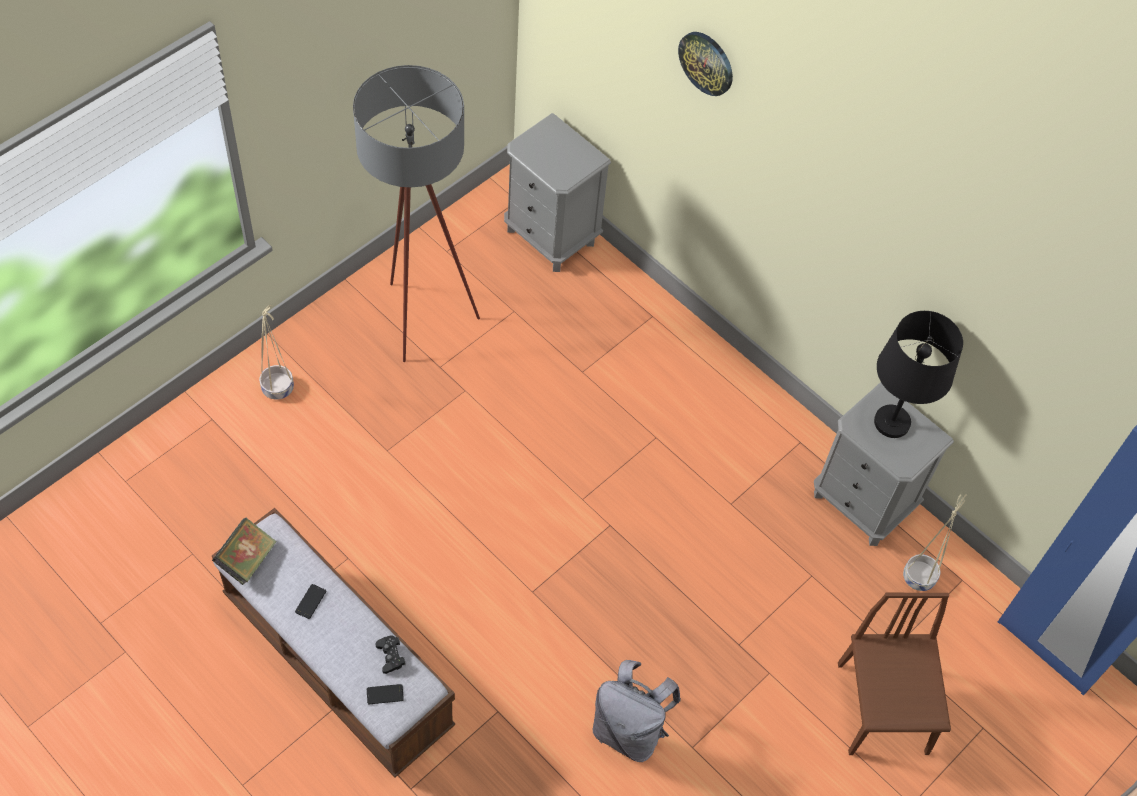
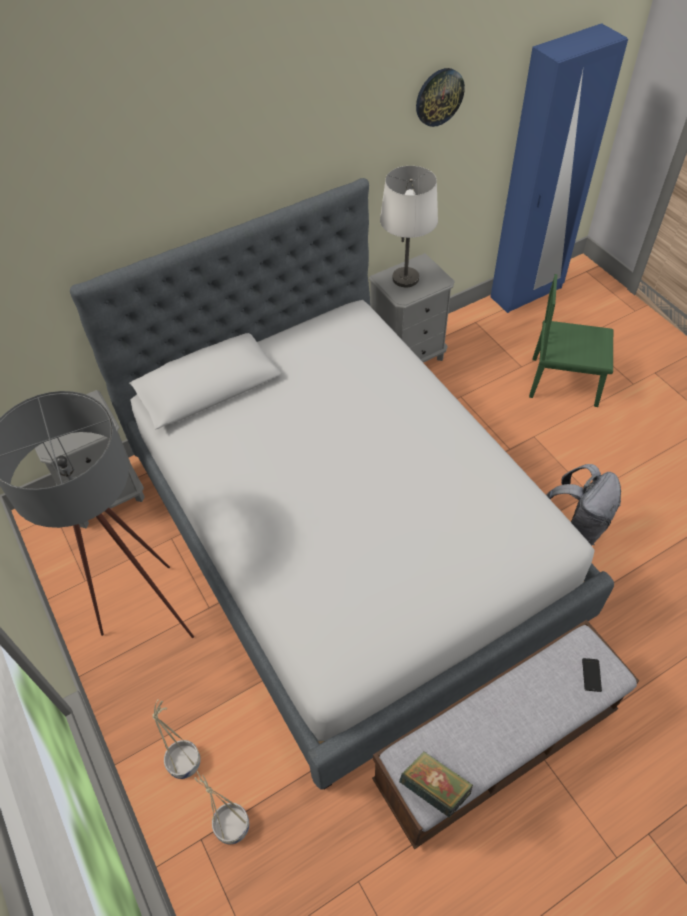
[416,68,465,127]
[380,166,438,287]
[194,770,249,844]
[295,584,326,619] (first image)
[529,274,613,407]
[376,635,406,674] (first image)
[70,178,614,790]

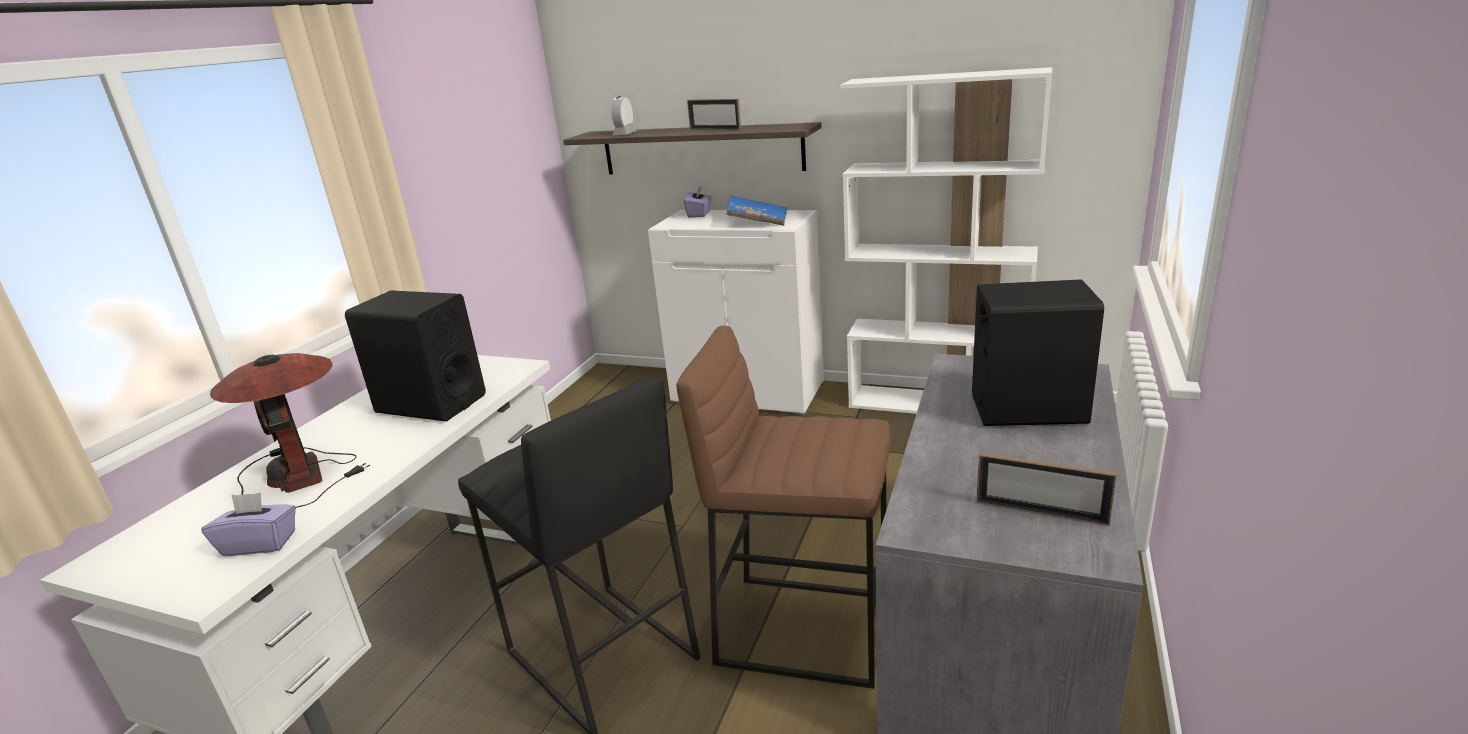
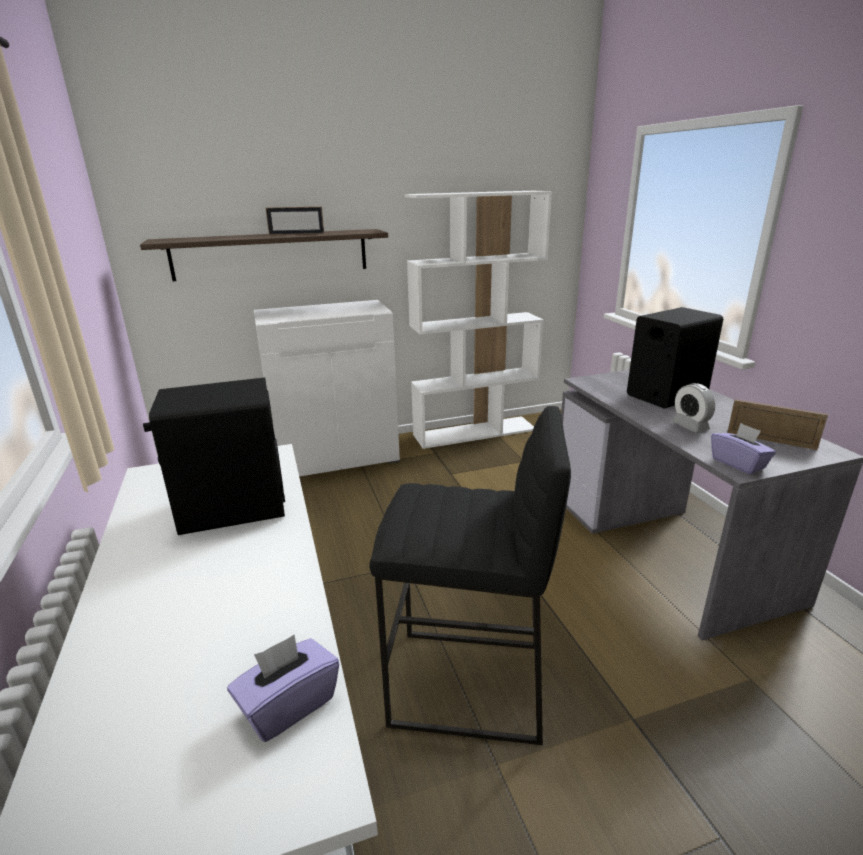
[672,383,715,433]
[711,423,776,474]
[726,195,787,226] (first image)
[676,326,891,689] (first image)
[210,353,370,508] (first image)
[727,399,828,450]

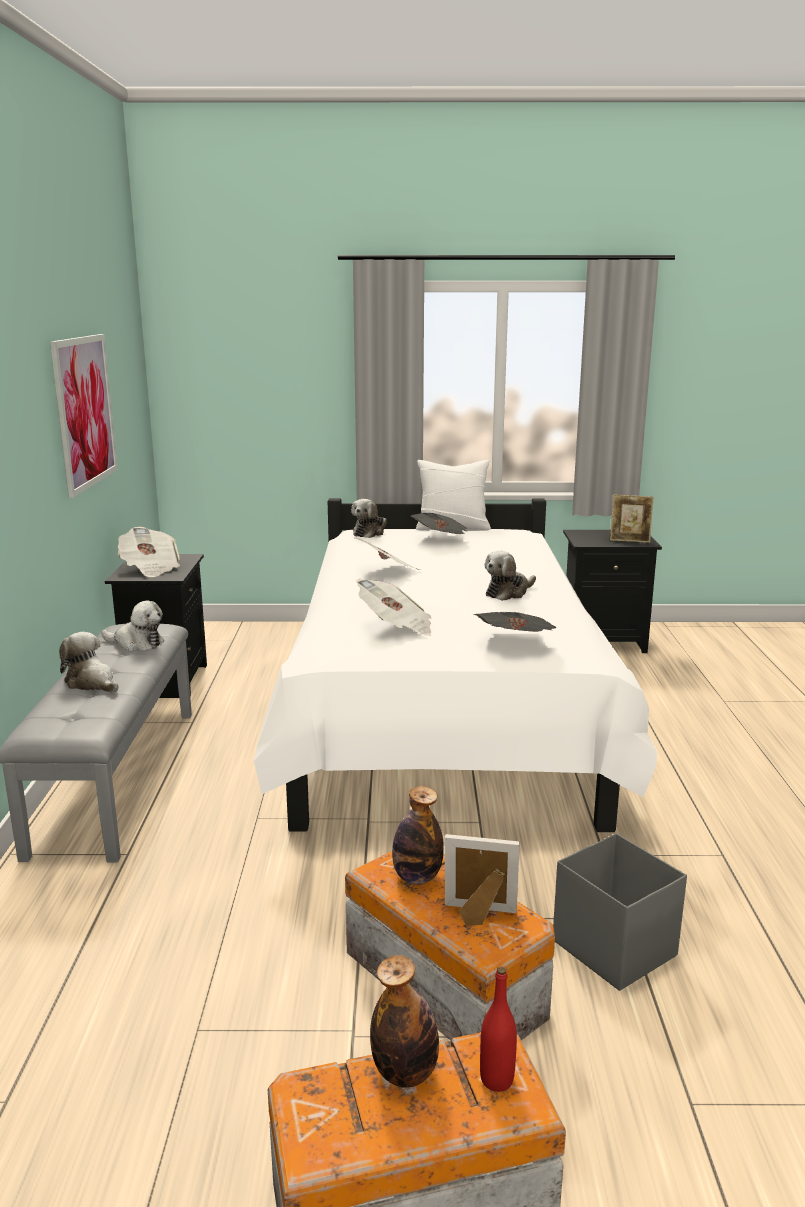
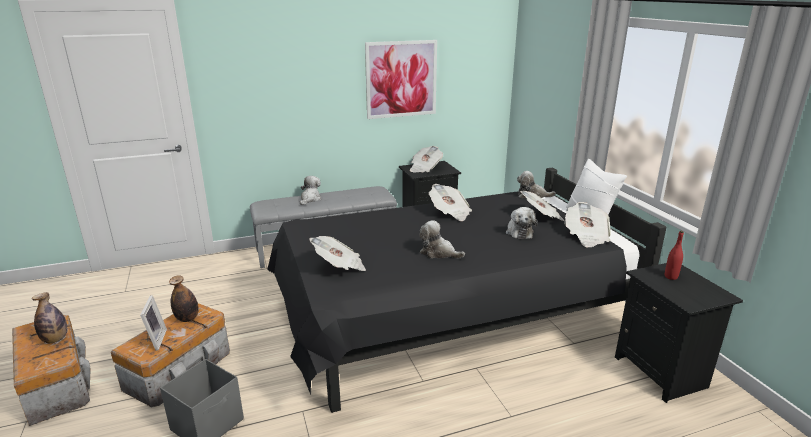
[610,494,654,543] (first image)
[267,168,666,413]
[564,202,611,247]
[506,207,537,239]
[665,231,684,280]

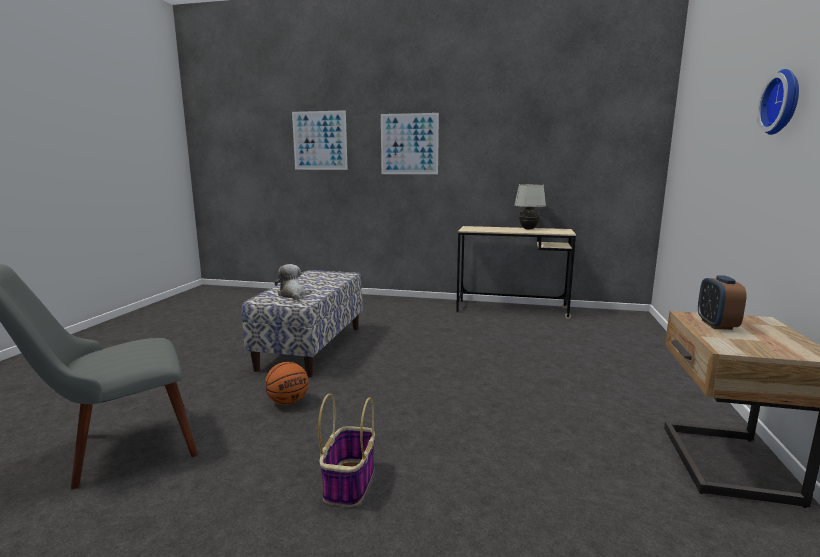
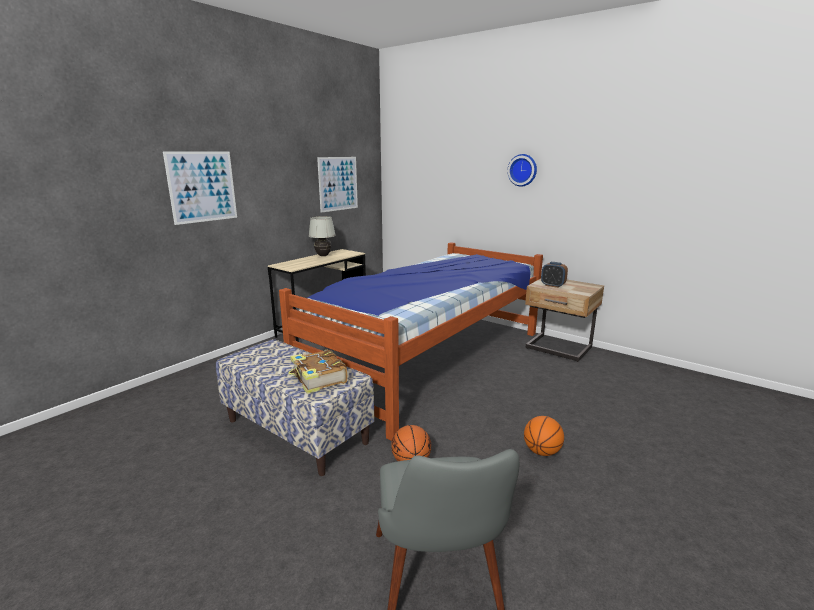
[317,157,358,213]
[288,350,348,394]
[524,416,564,456]
[279,242,543,441]

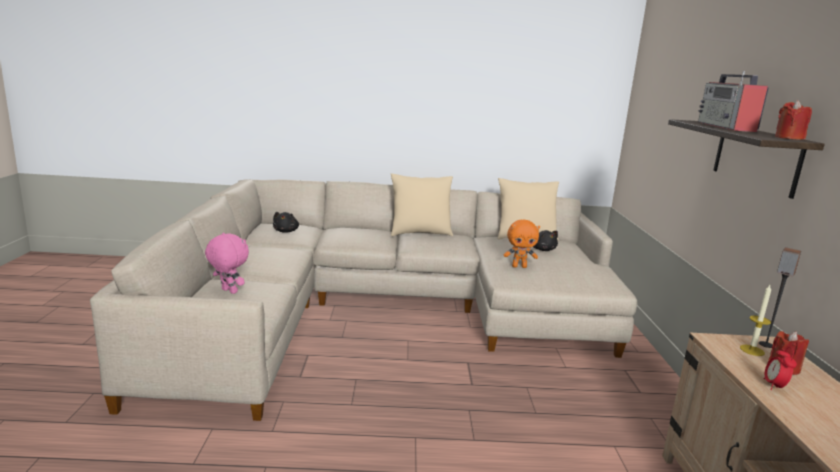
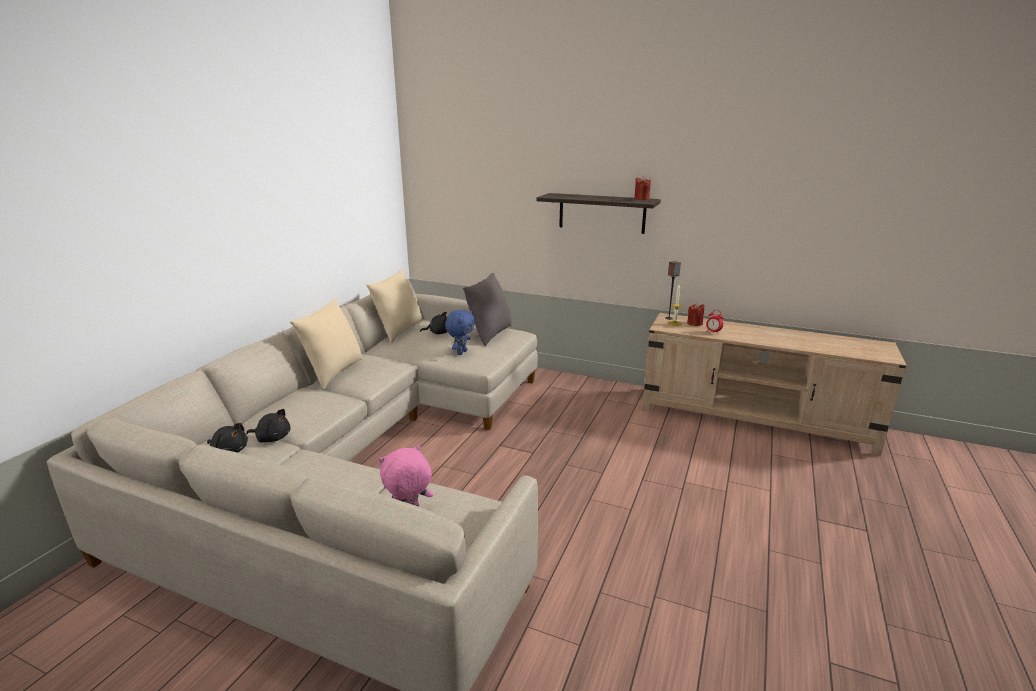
[698,71,768,132] (first image)
[445,310,475,355]
[463,273,512,347]
[246,409,290,443]

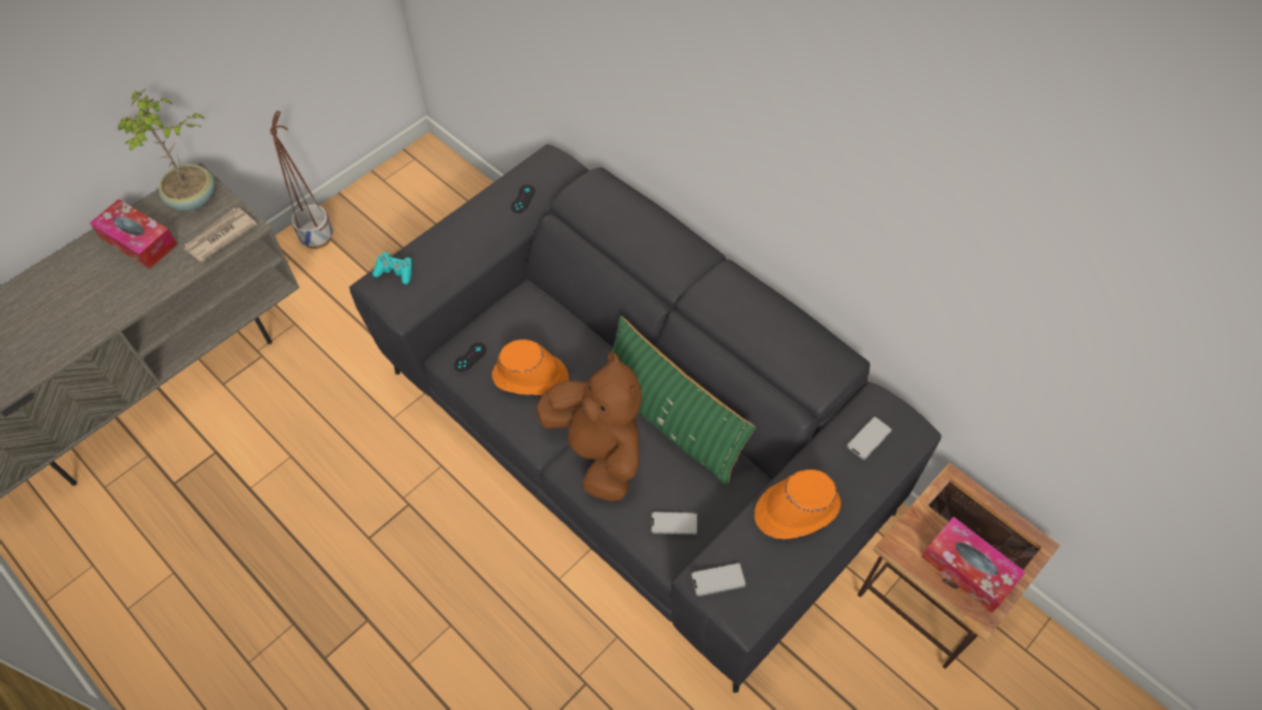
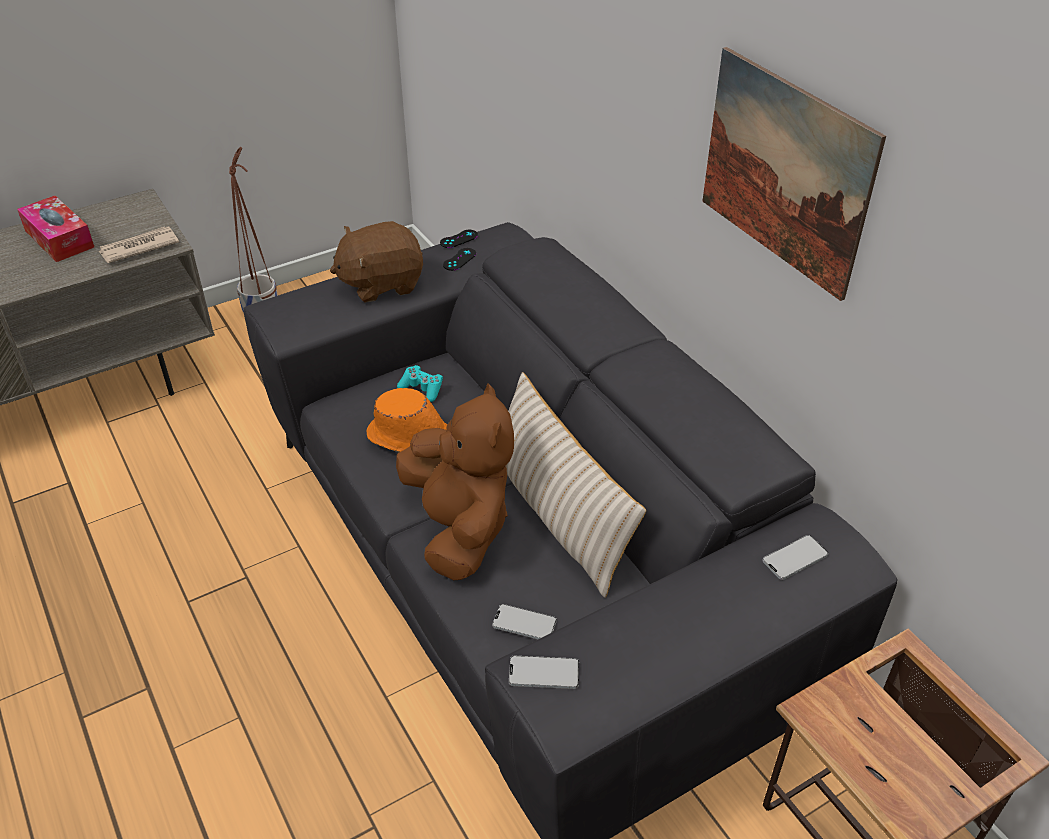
[118,89,215,211] (first image)
[397,365,443,402]
[506,372,646,598]
[440,230,478,248]
[754,469,841,539] (first image)
[921,517,1026,613] (first image)
[702,47,886,301]
[330,221,423,303]

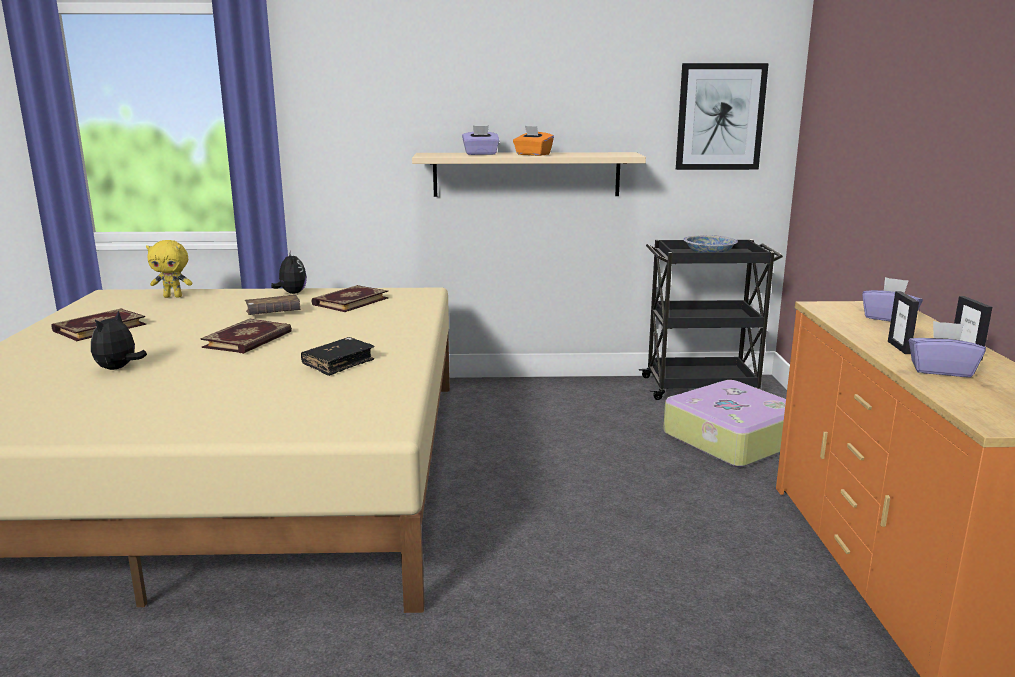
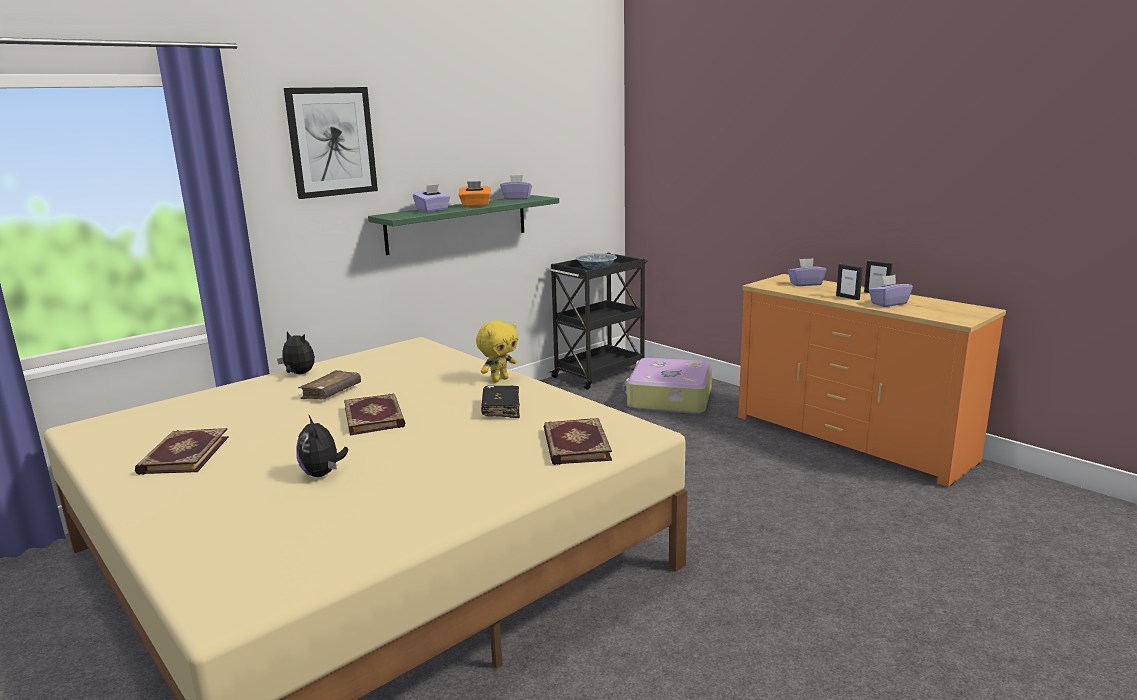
[284,87,378,199]
[368,195,559,255]
[476,320,518,383]
[544,418,612,465]
[500,175,532,200]

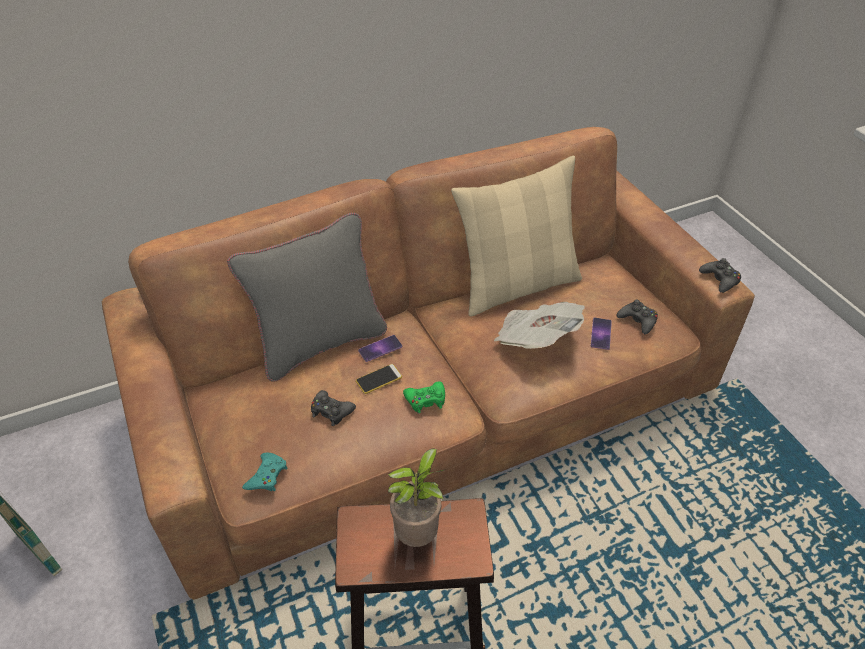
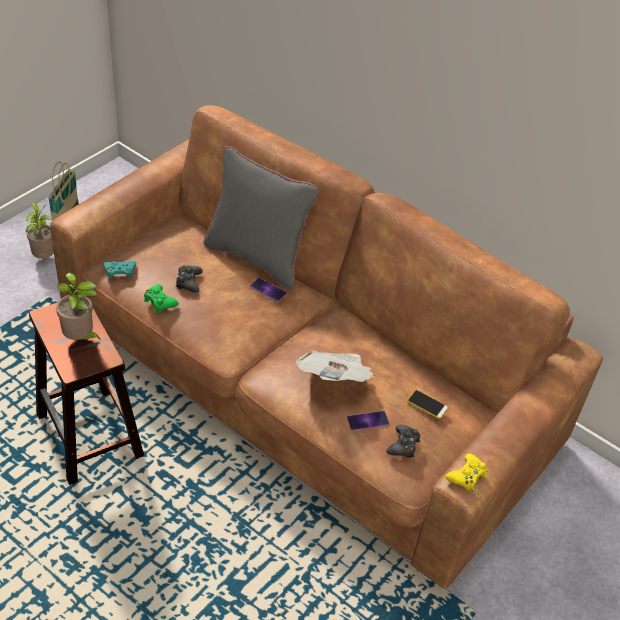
[451,156,582,316] (first image)
[446,454,487,491]
[407,390,448,419]
[144,284,179,312]
[25,202,54,259]

